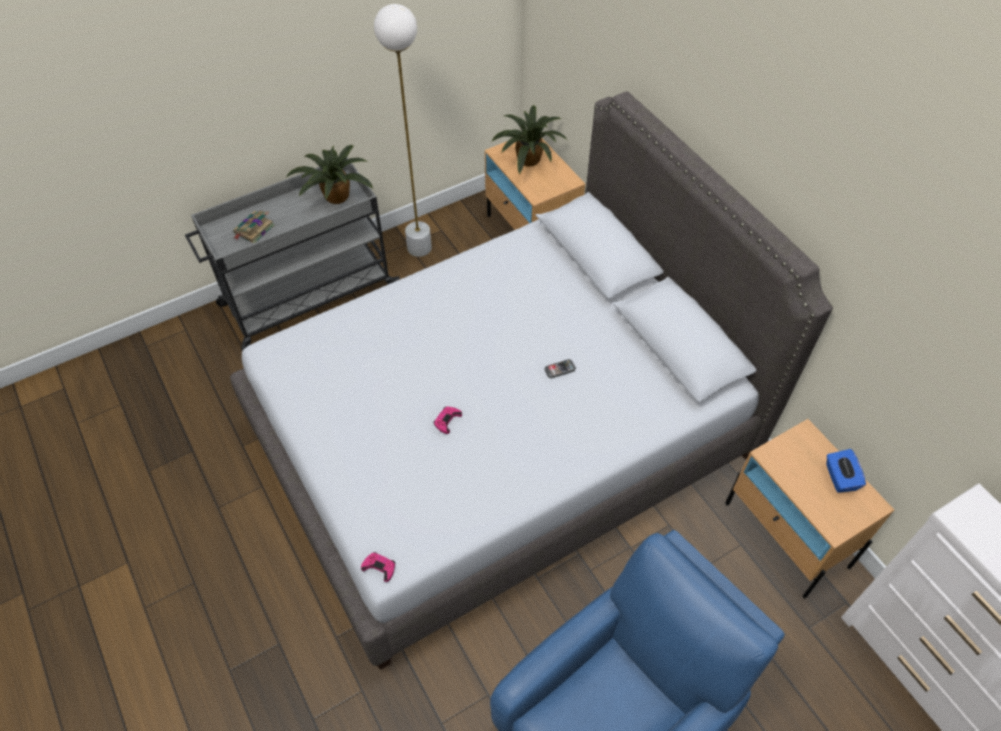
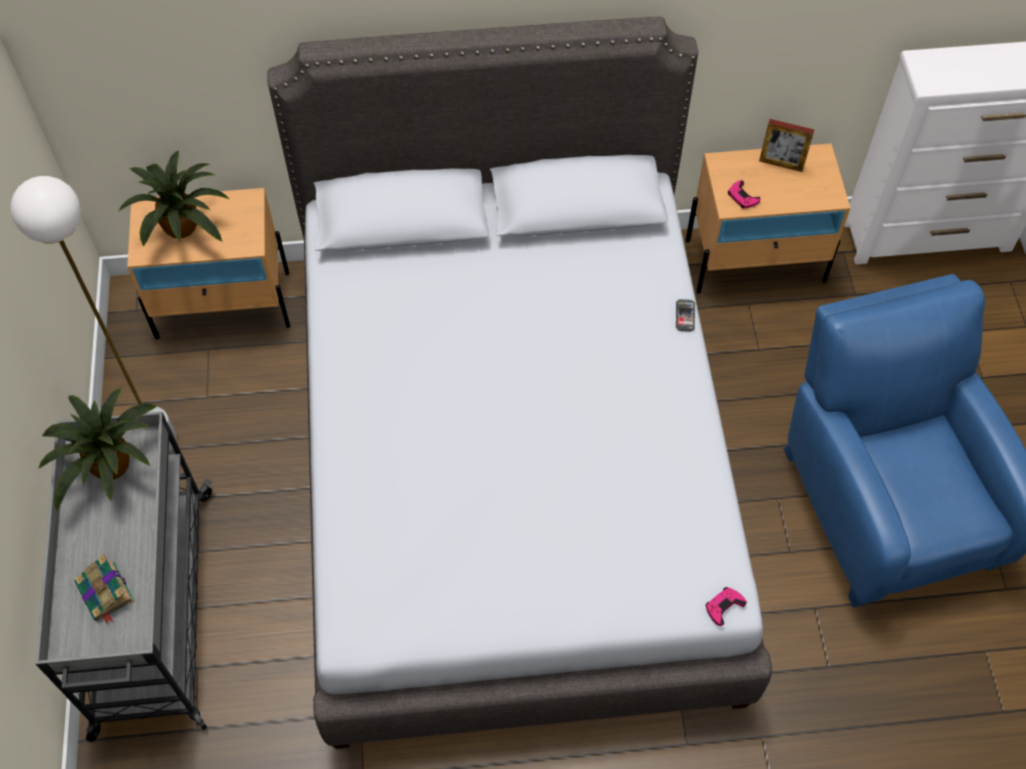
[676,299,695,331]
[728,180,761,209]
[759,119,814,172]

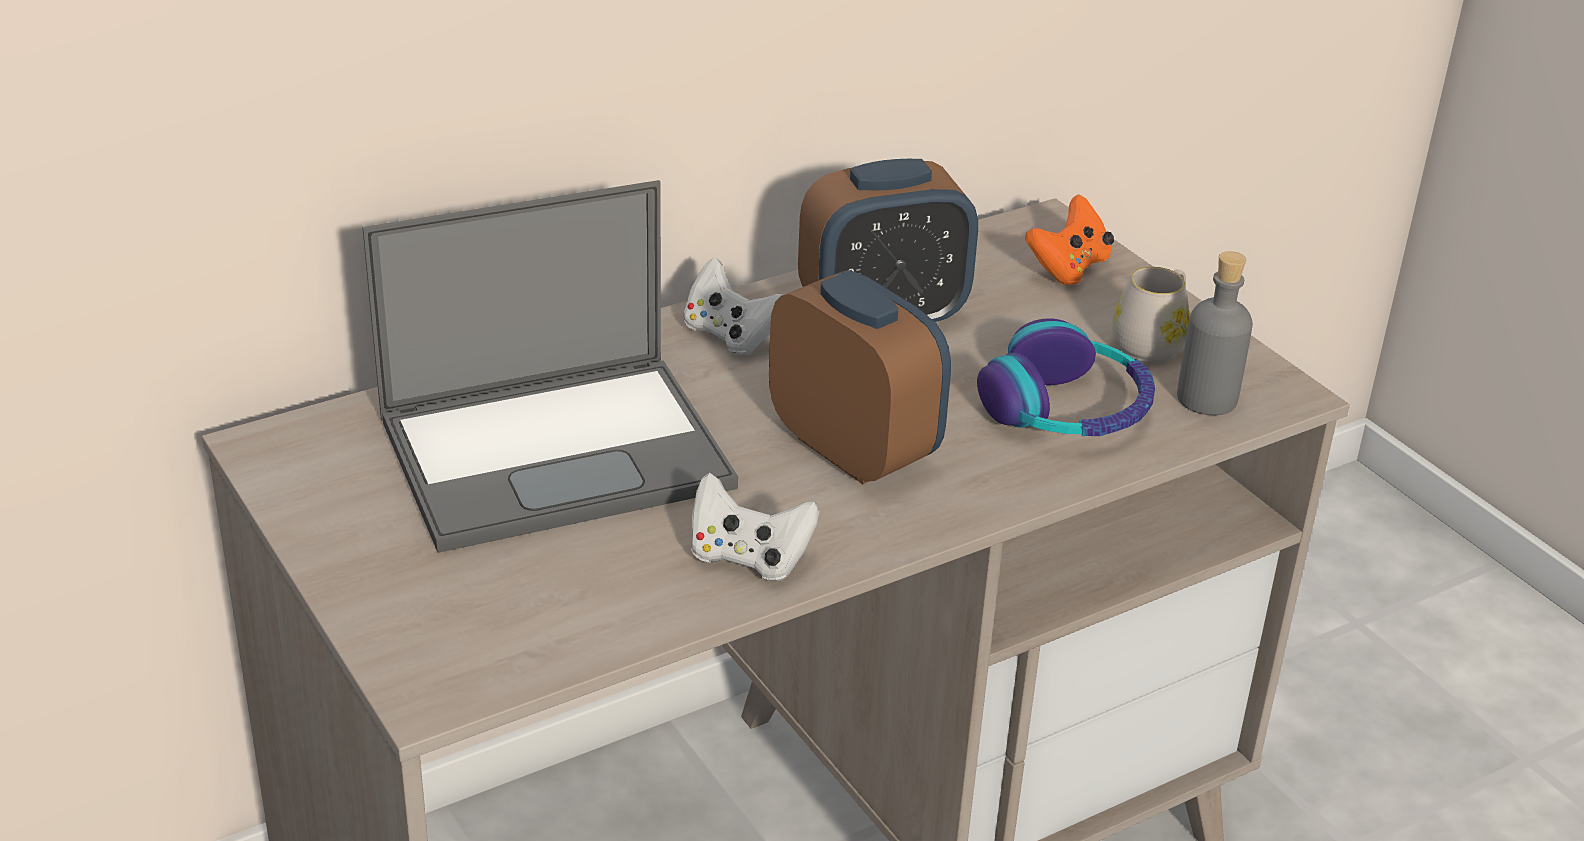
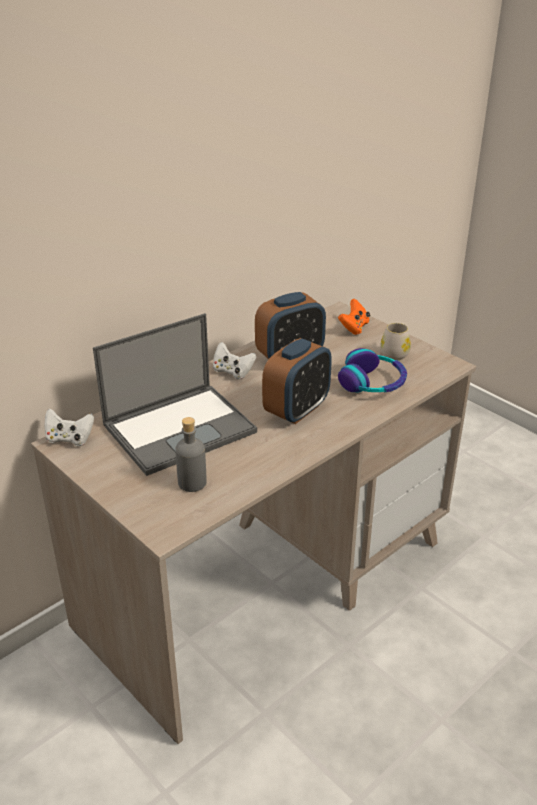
[175,417,207,492]
[262,338,332,424]
[44,408,94,446]

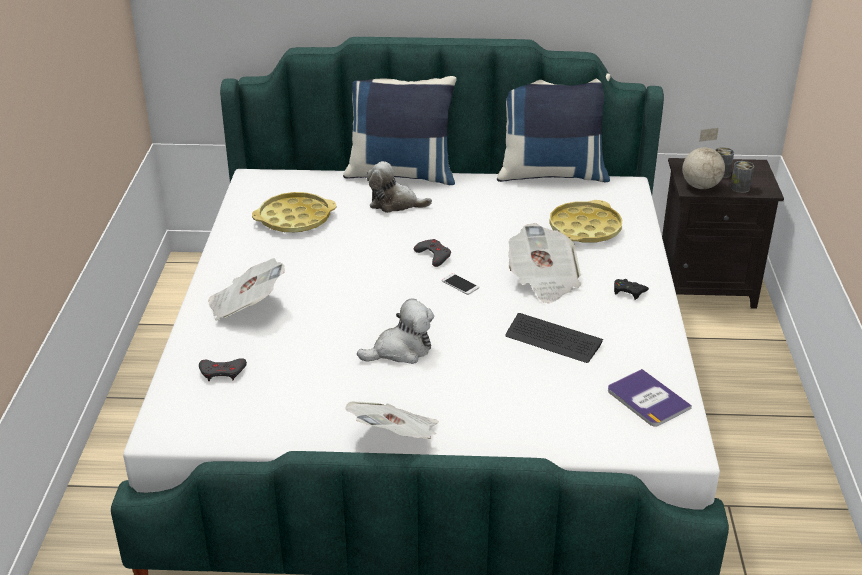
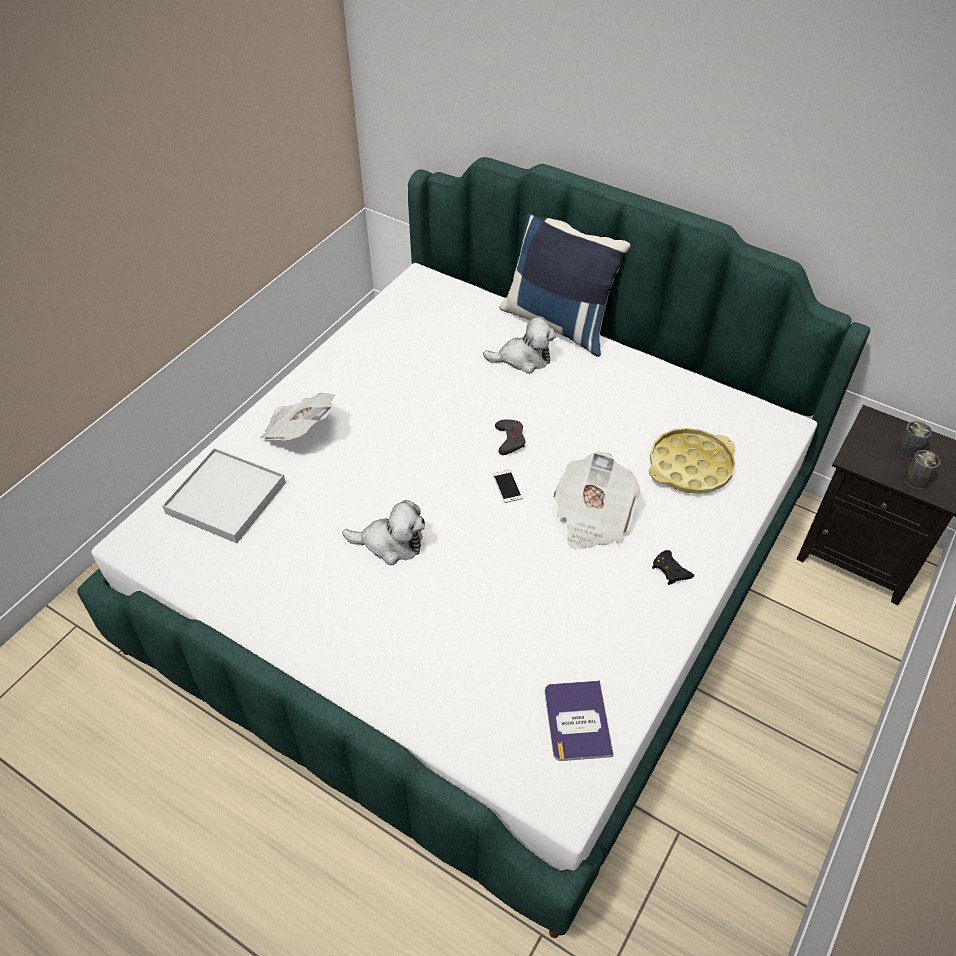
[497,74,611,182] (first image)
[682,128,725,189] (first image)
[483,316,556,374]
[252,192,336,232] (first image)
[506,313,603,363] (first image)
[162,448,286,543]
[345,402,439,439] (first image)

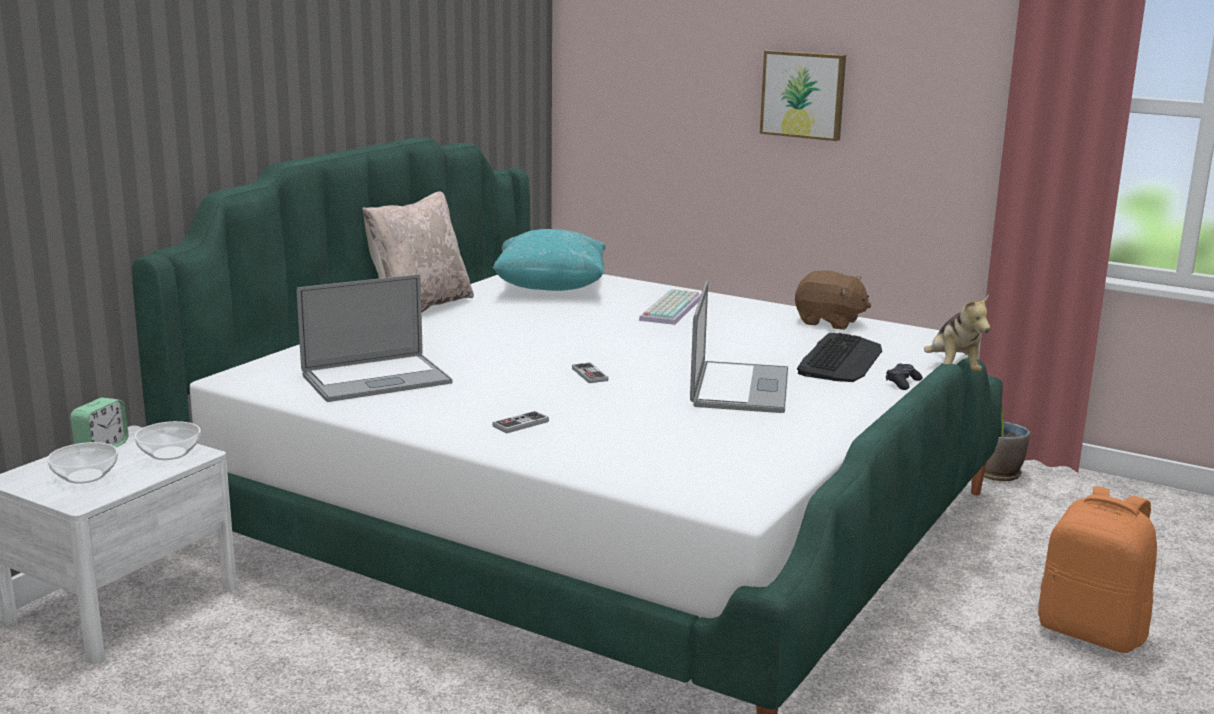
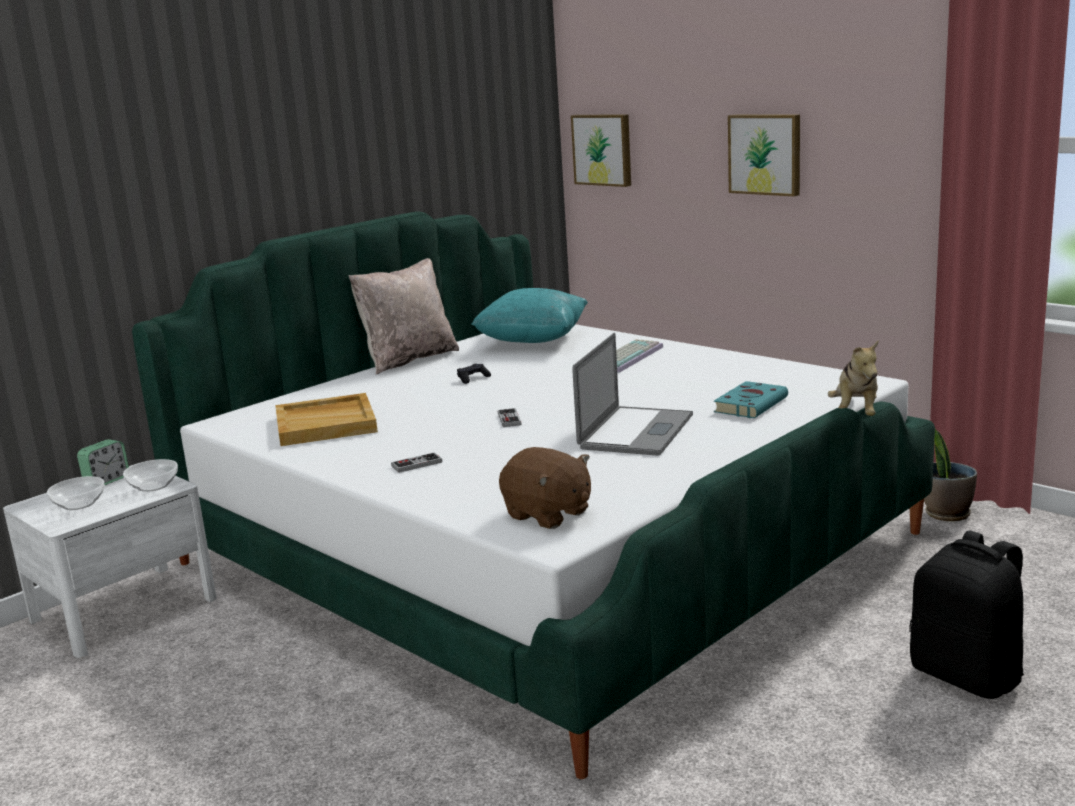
[499,447,591,529]
[275,393,378,446]
[714,381,788,418]
[457,364,491,384]
[909,531,1024,699]
[571,115,631,187]

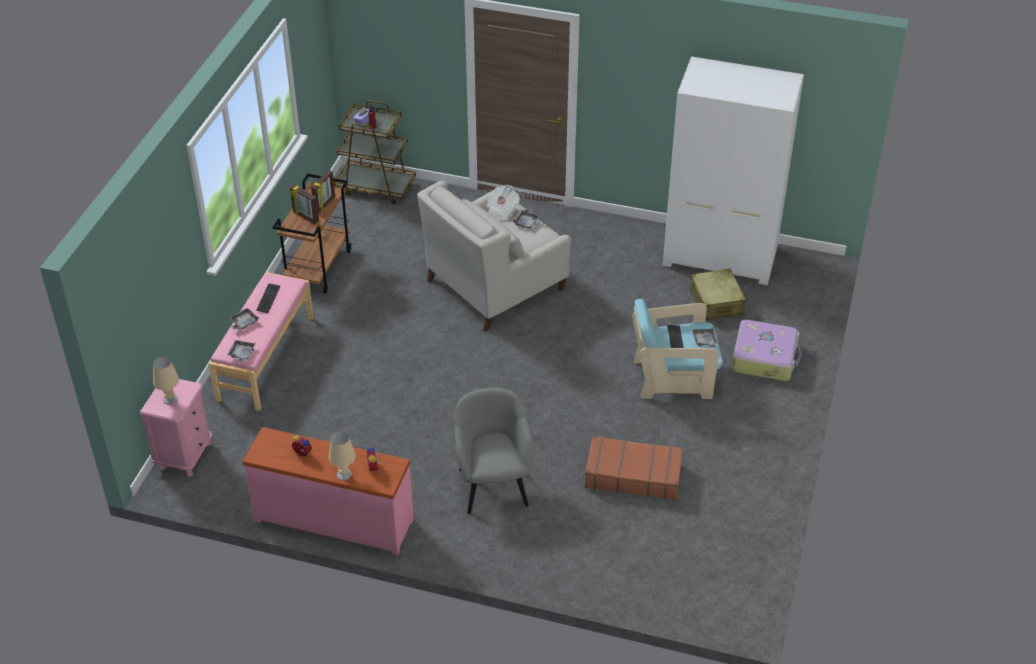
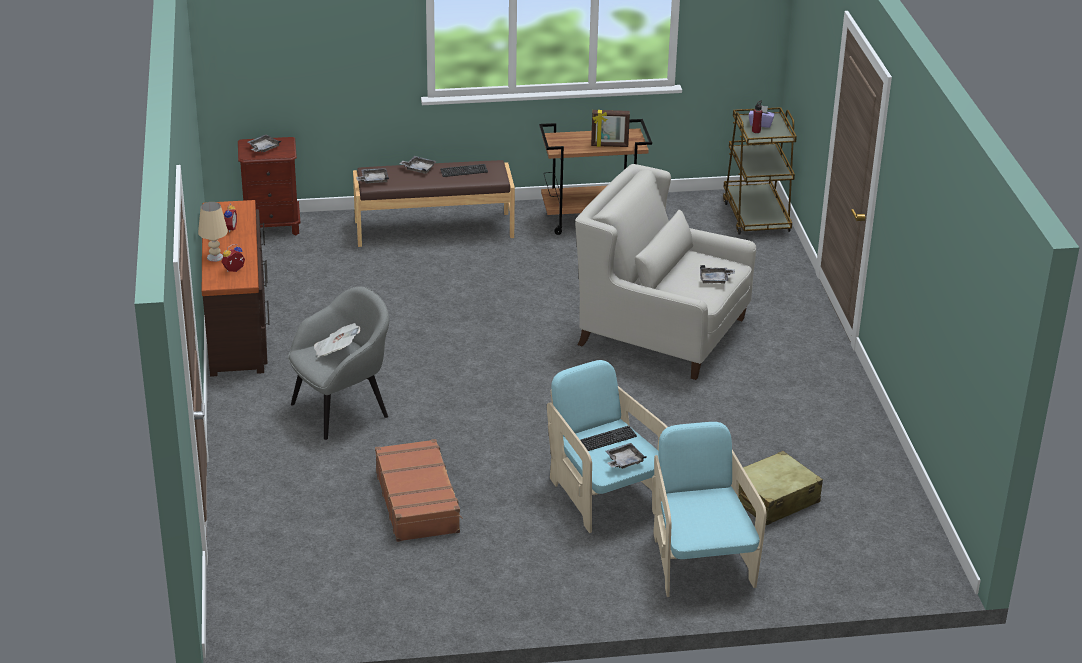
[662,57,804,286] (first image)
[289,184,319,224] (first image)
[314,323,360,358]
[353,160,515,247]
[652,422,767,597]
[248,135,281,152]
[238,137,300,235]
[202,200,270,377]

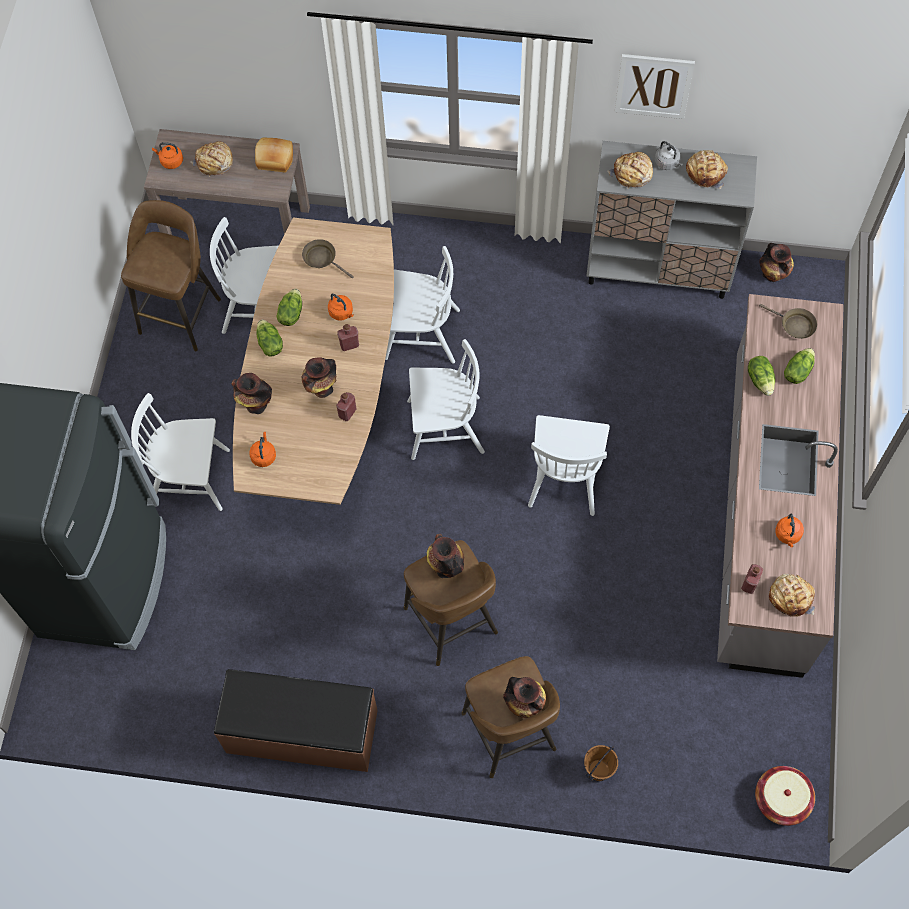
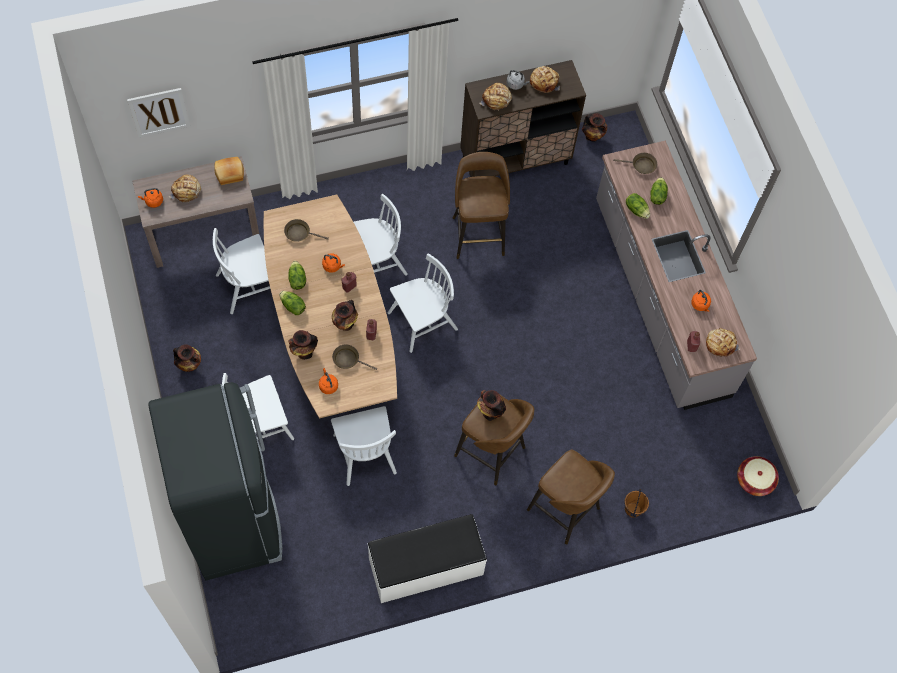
[127,88,190,138]
[460,60,586,177]
[452,152,510,259]
[331,406,397,486]
[368,514,487,603]
[173,344,201,372]
[332,344,378,370]

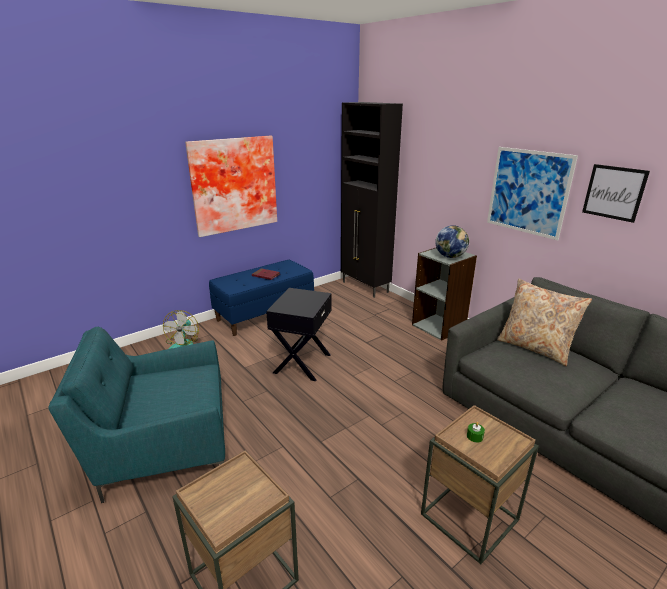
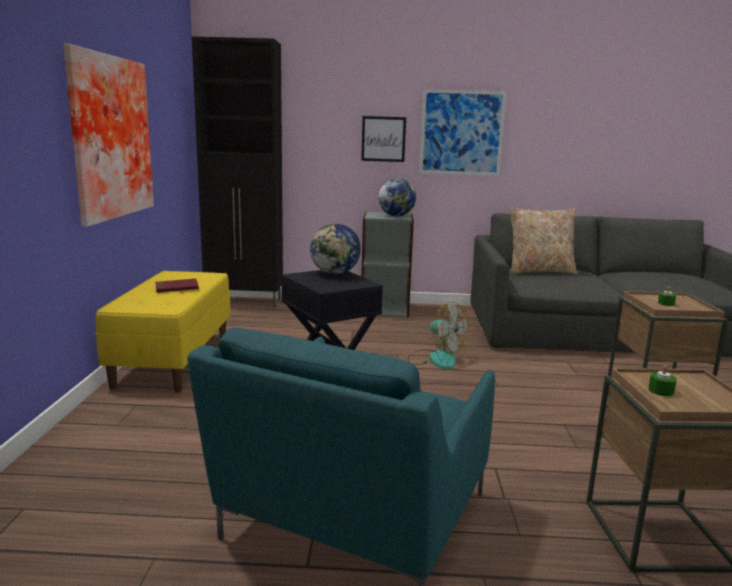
[361,116,406,162]
[96,271,231,392]
[408,302,470,369]
[310,224,361,274]
[648,365,677,396]

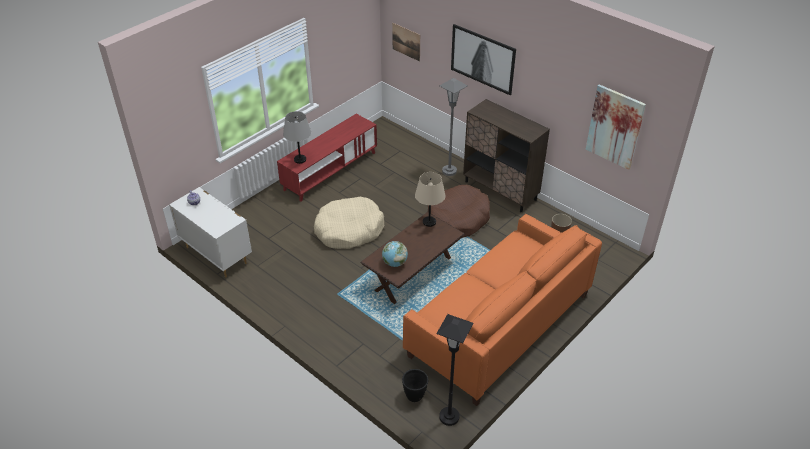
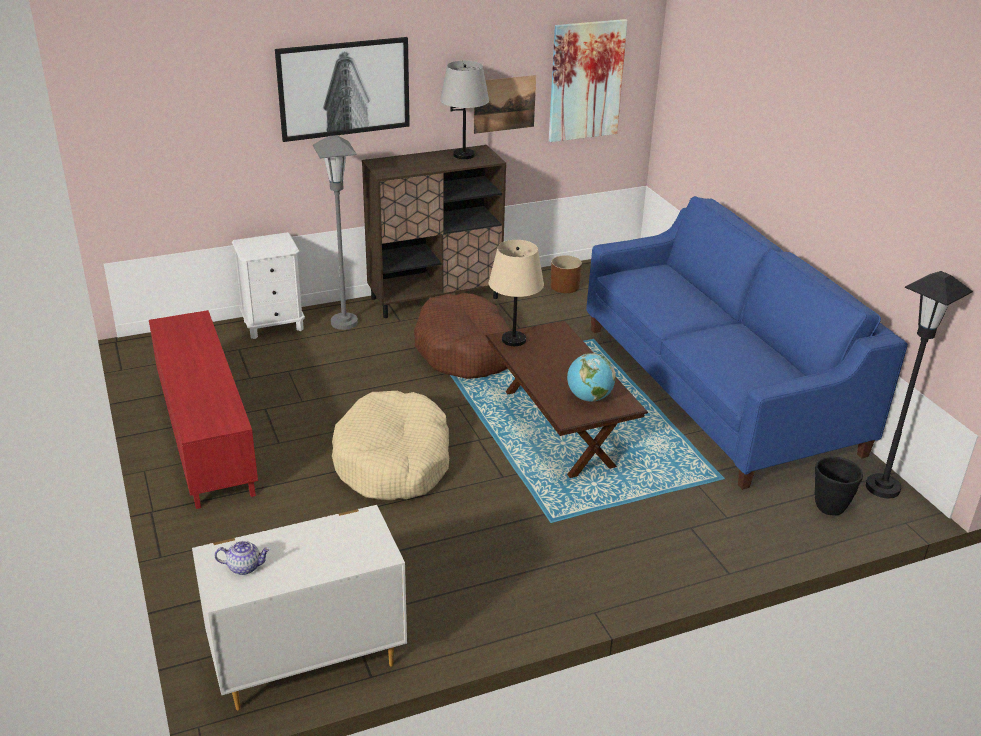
[474,75,536,134]
[440,61,489,159]
[586,196,908,490]
[232,232,305,339]

